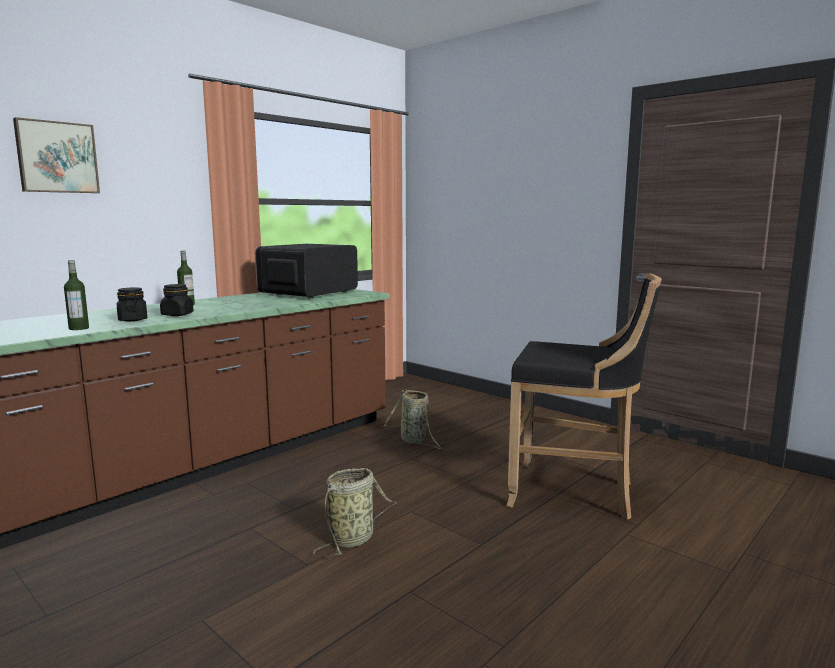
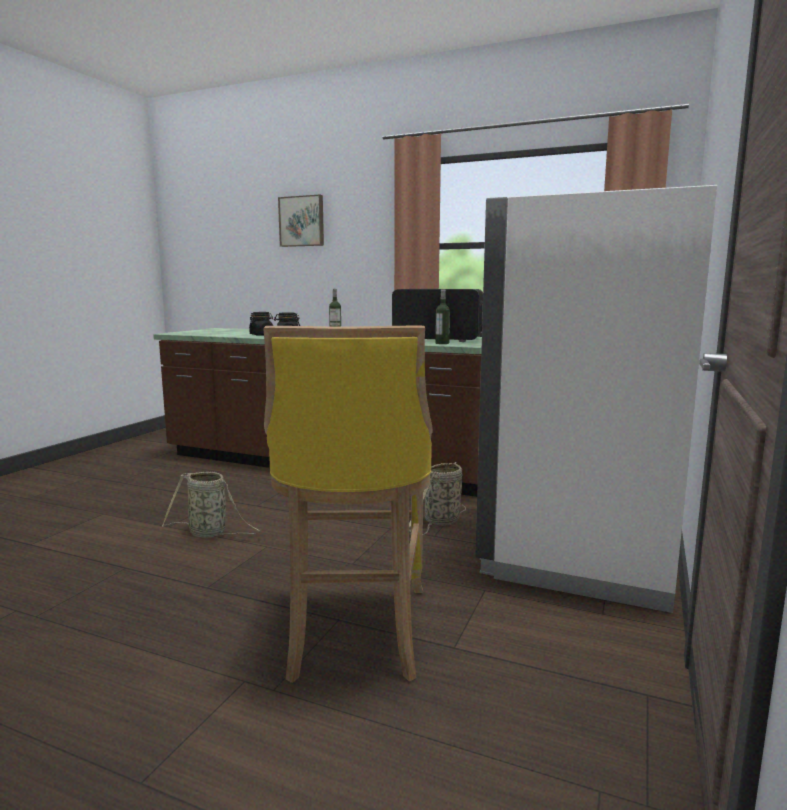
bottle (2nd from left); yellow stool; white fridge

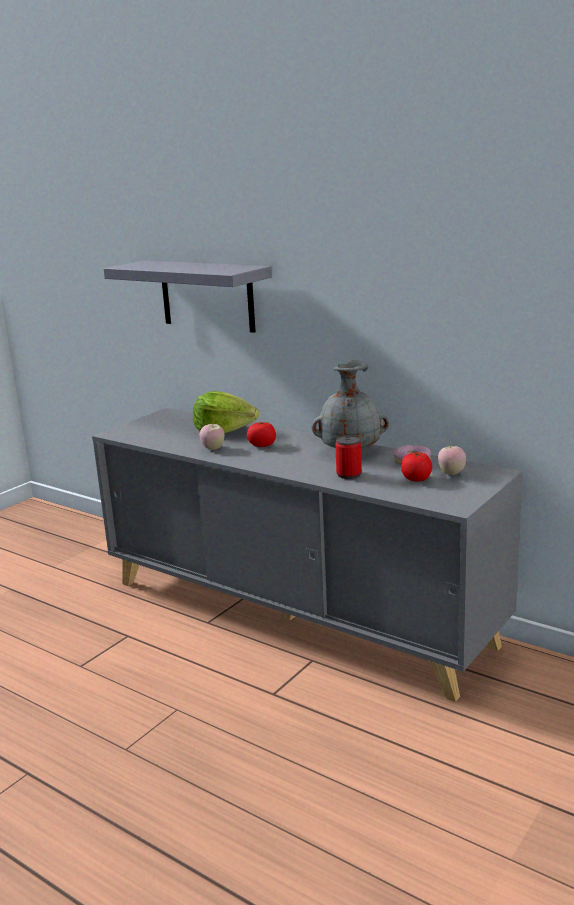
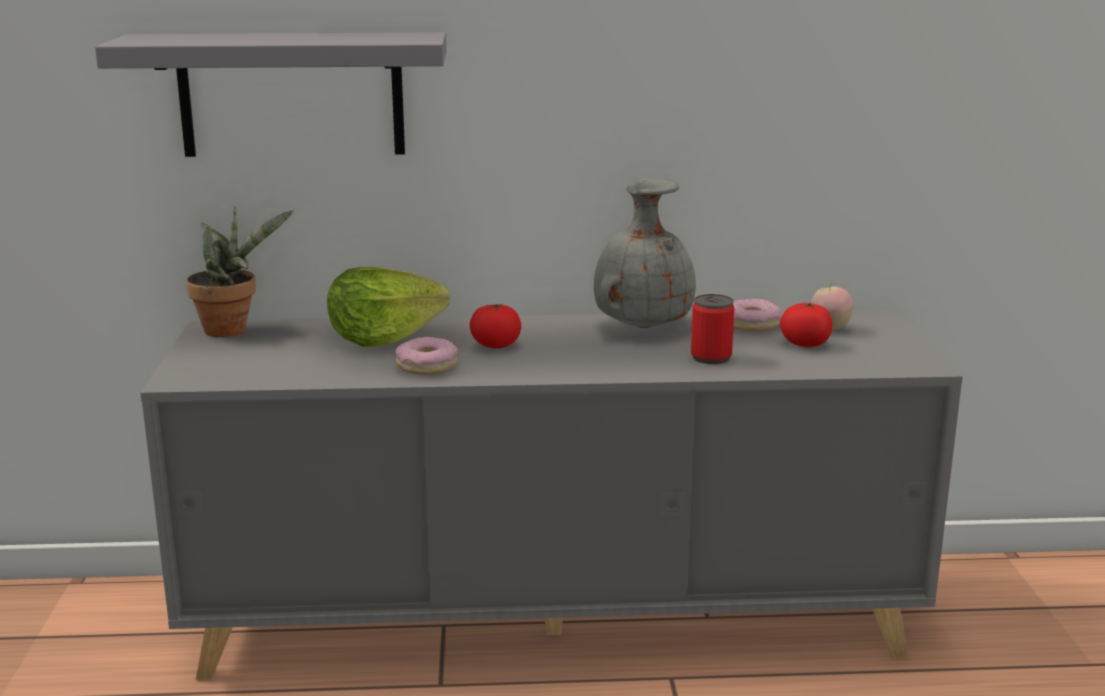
donut (1st from left); potted plant

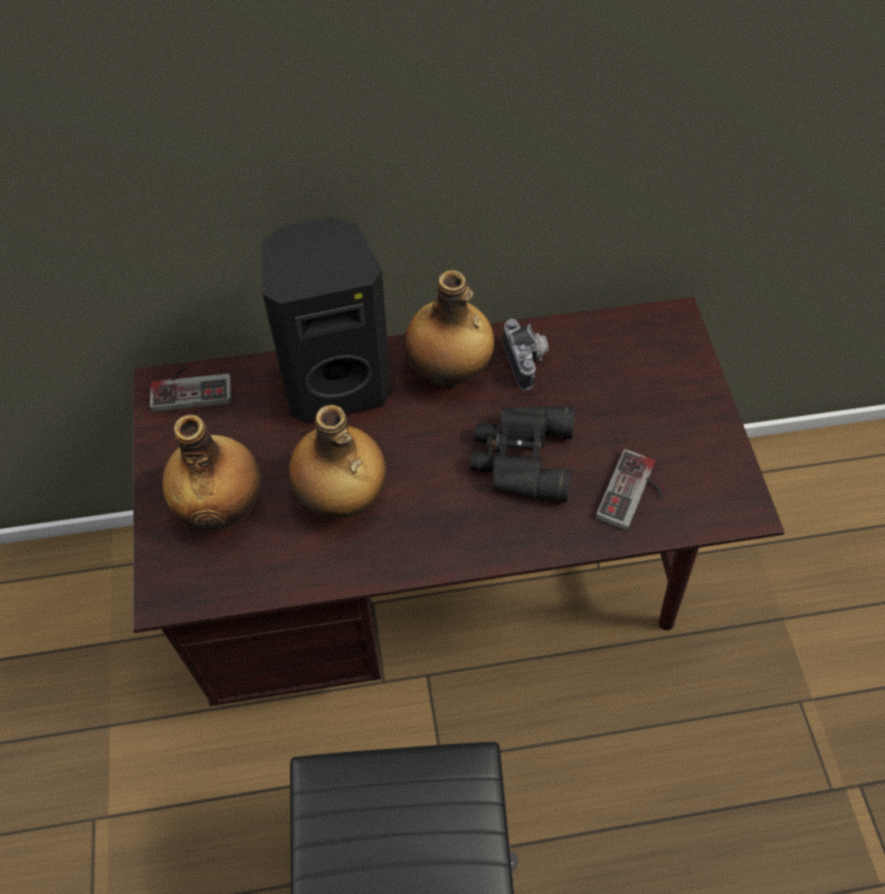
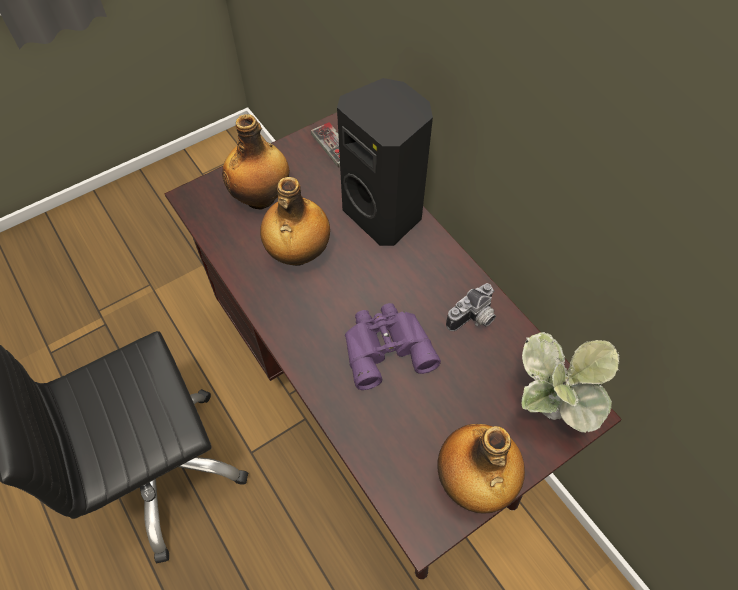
bottle (3rd from left); purple binoculars; game controller (2nd from left in the first image); potted plant

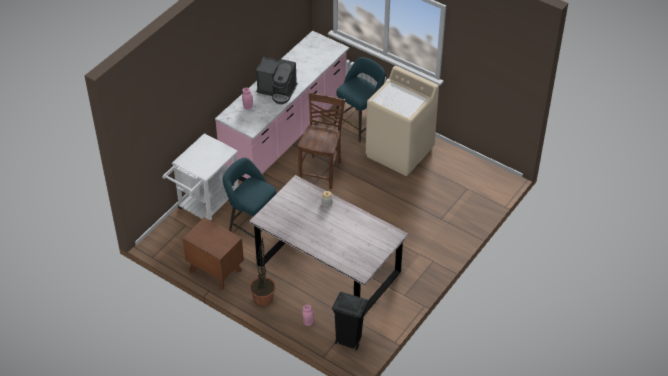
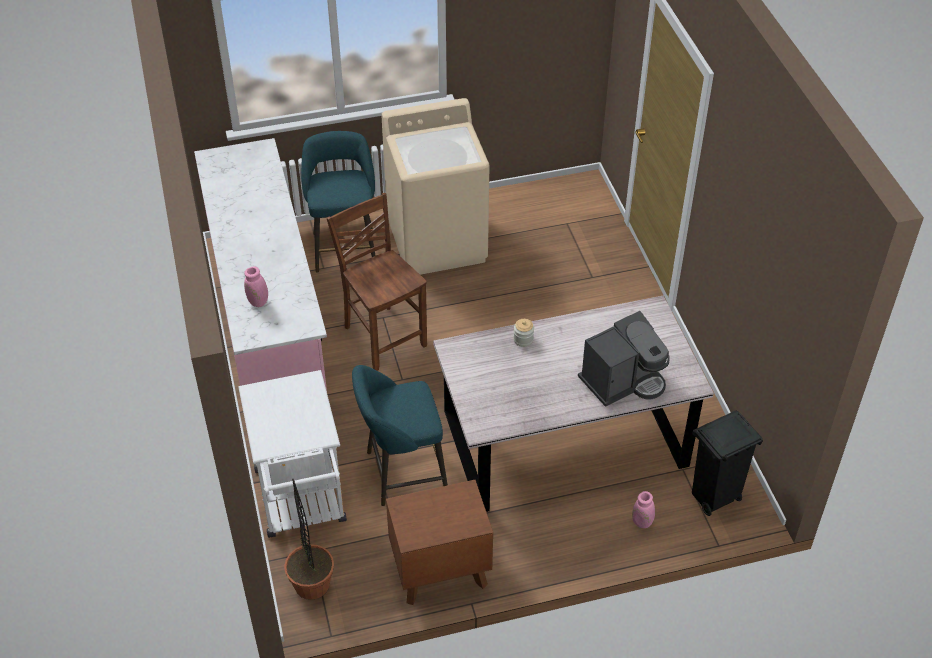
potted plant; coffee machine

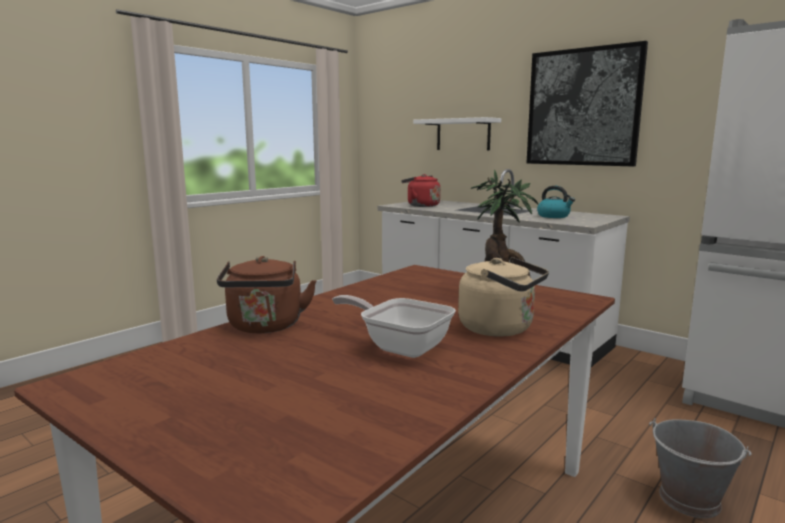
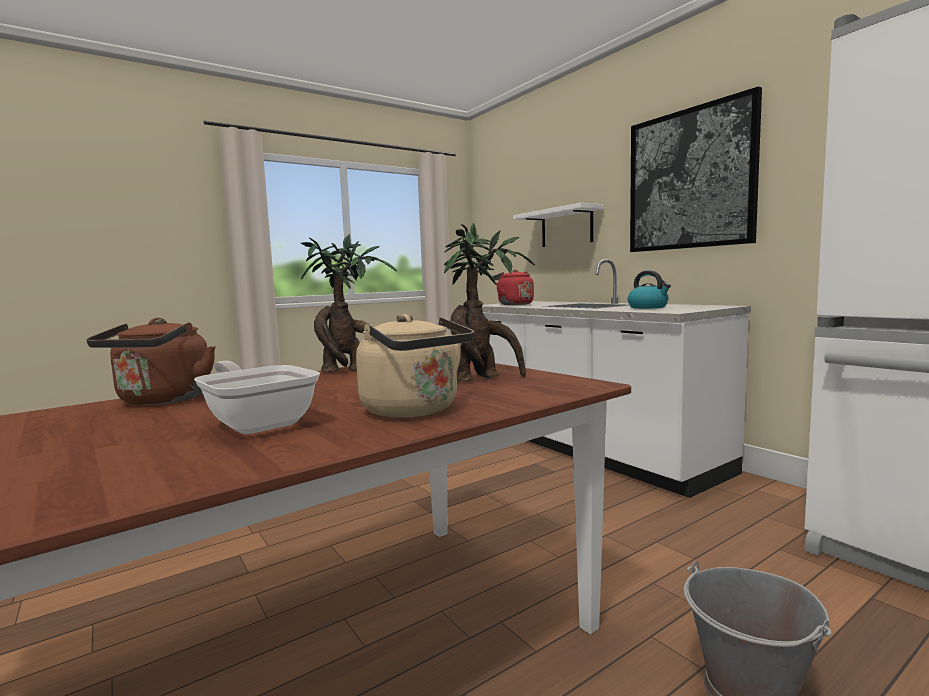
potted plant (1st from left)

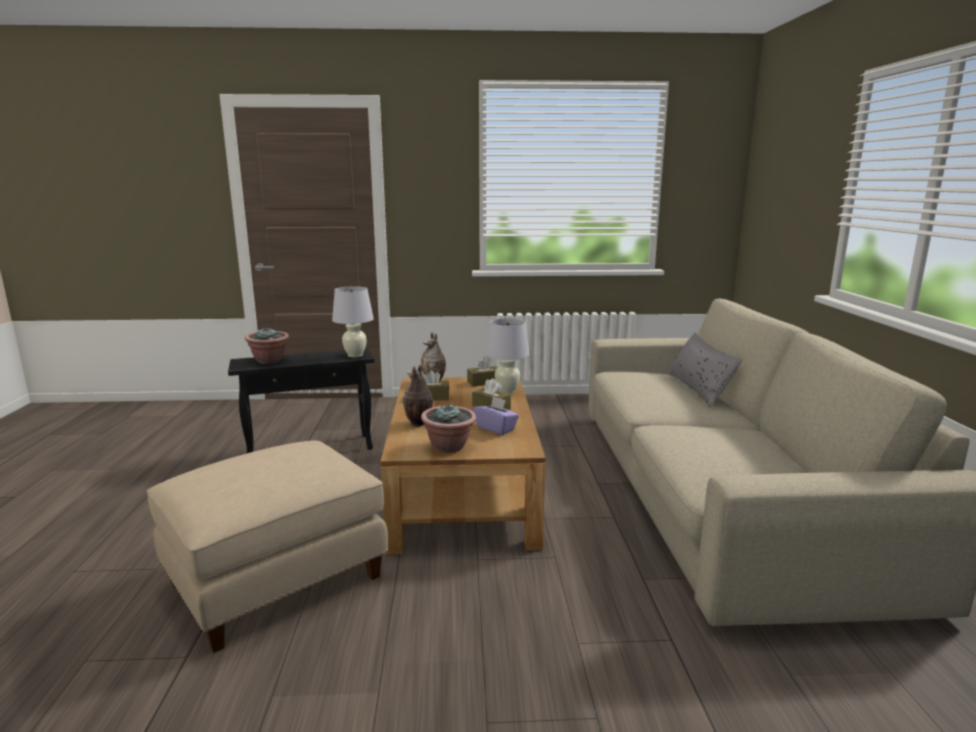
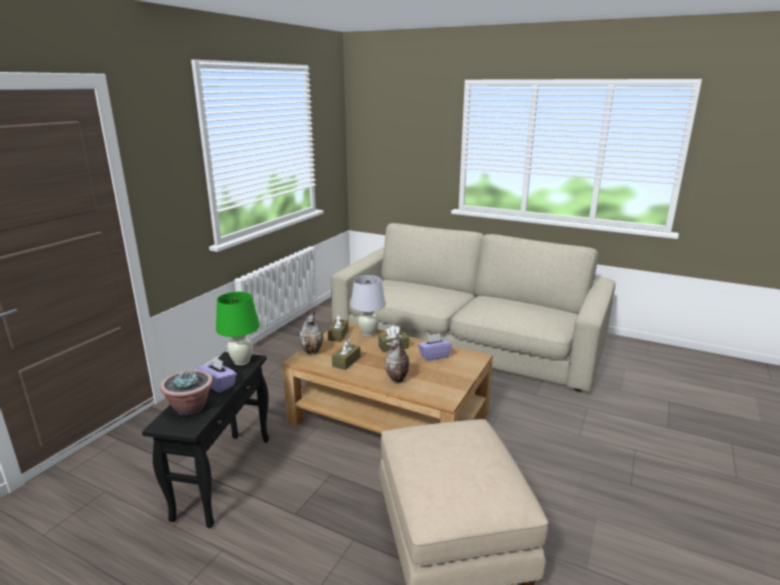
green table lamp; potted plant (2nd from left in the first image); grey pillow; purple tissue box (1st from left)

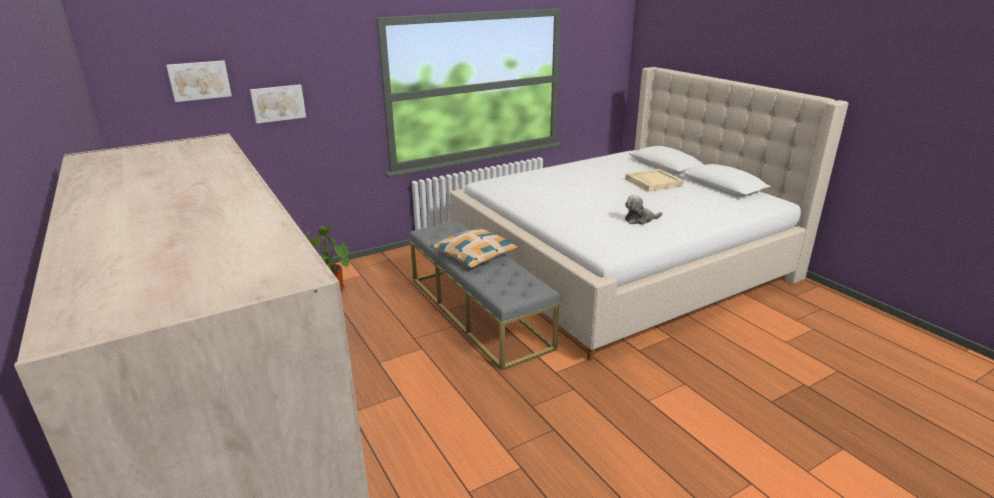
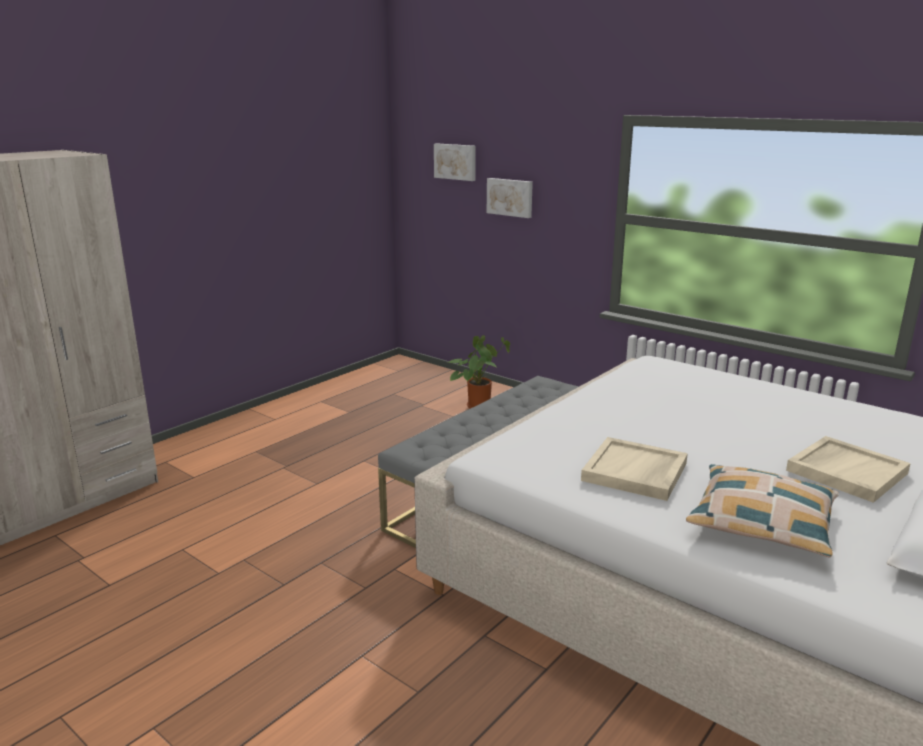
pillow; beige tray (1st from left)

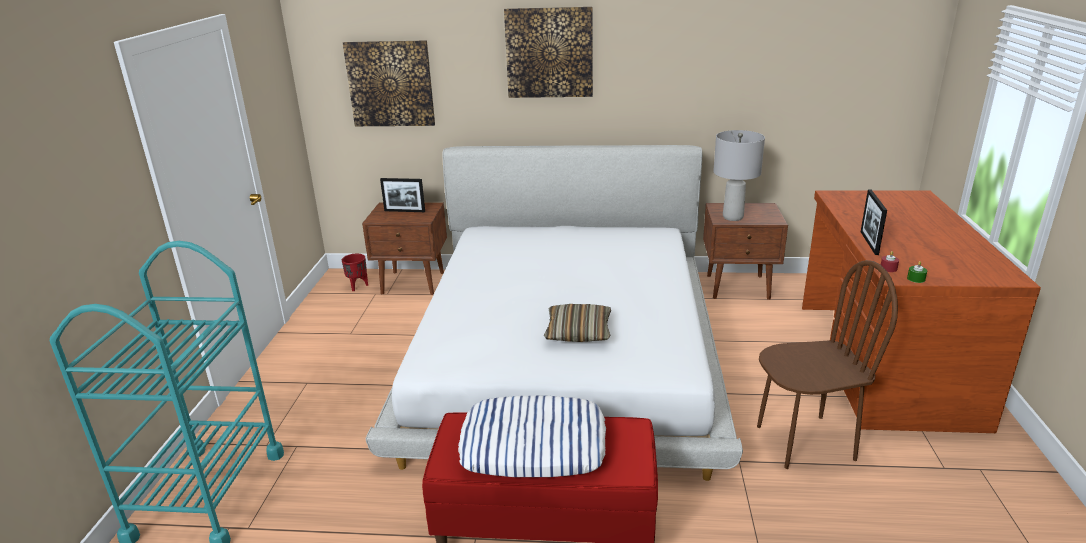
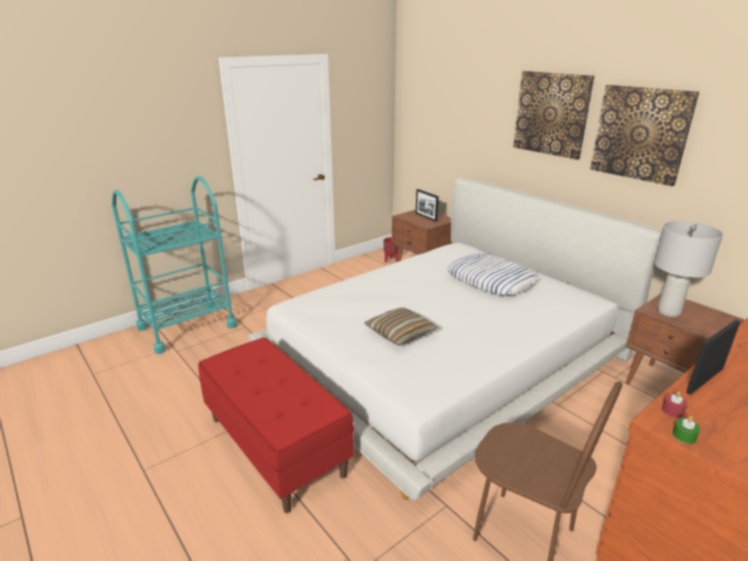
picture (2nd from left); pillow (2nd from left)

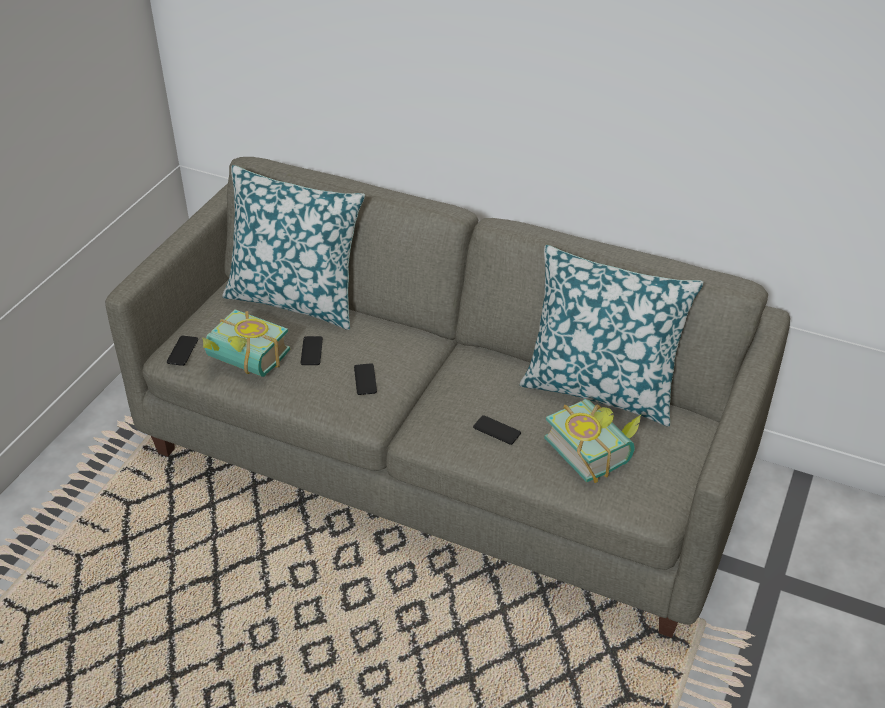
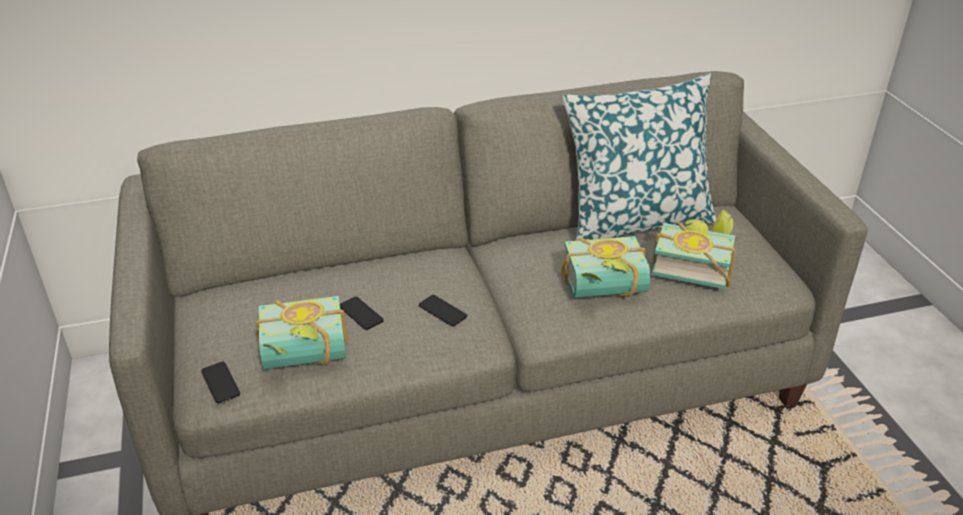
pillow (1st from left in the first image); book (2nd from left)

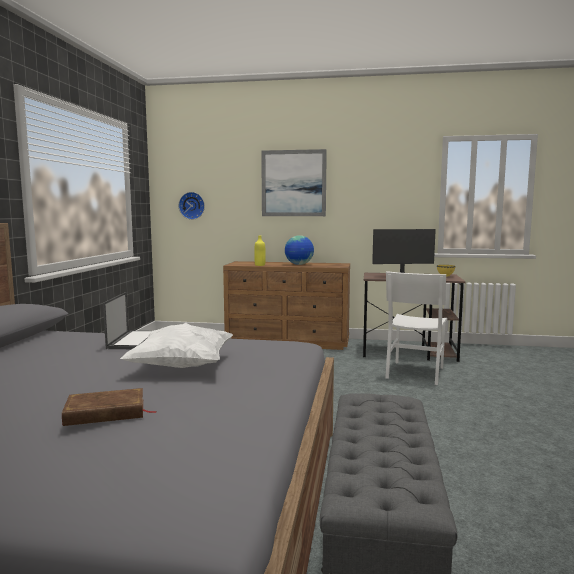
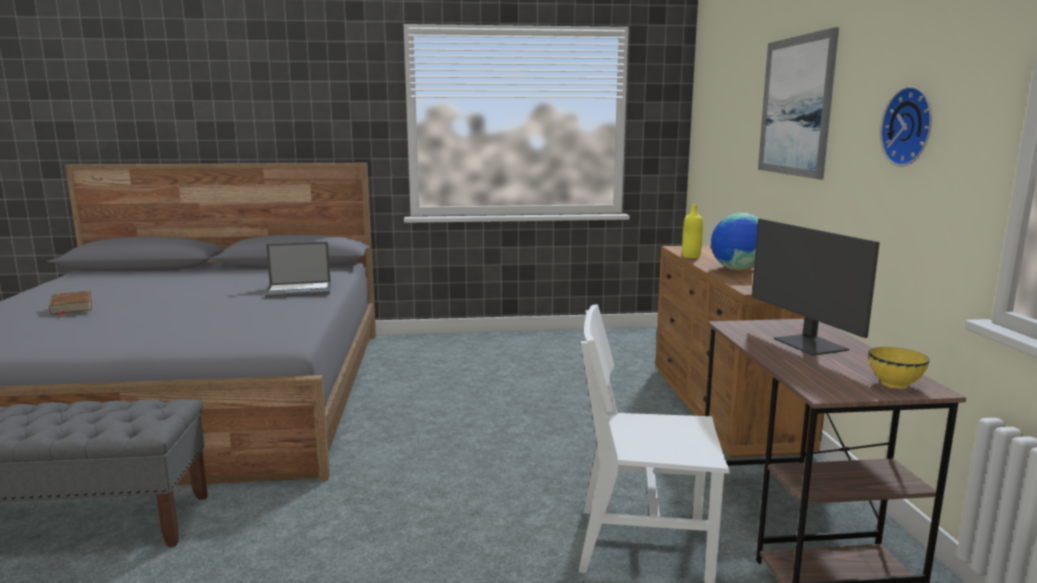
white pillow; wall clock

